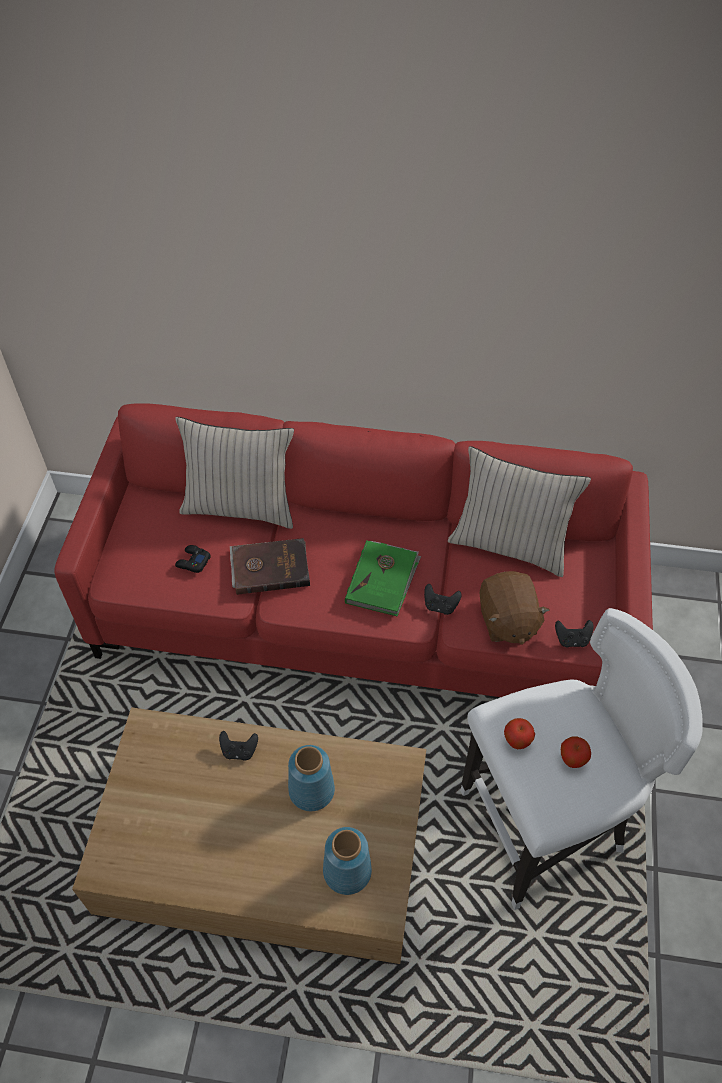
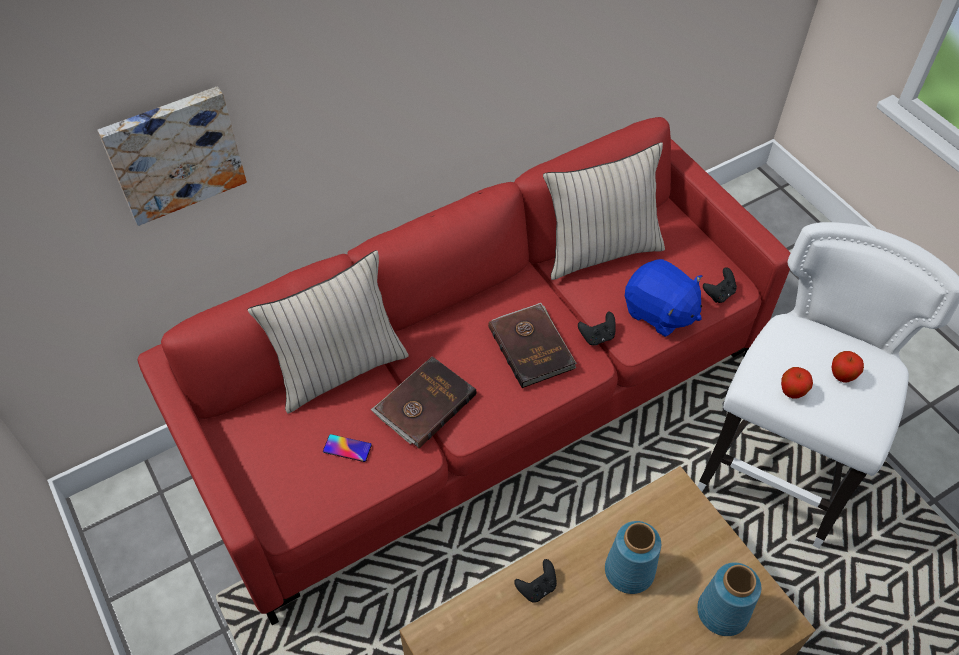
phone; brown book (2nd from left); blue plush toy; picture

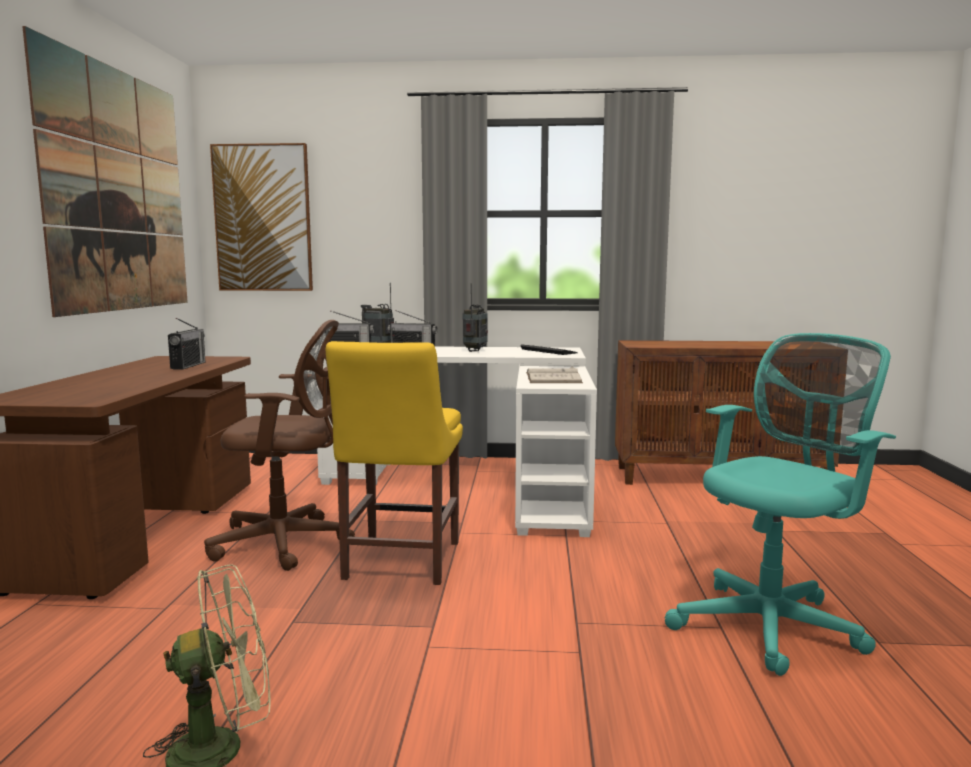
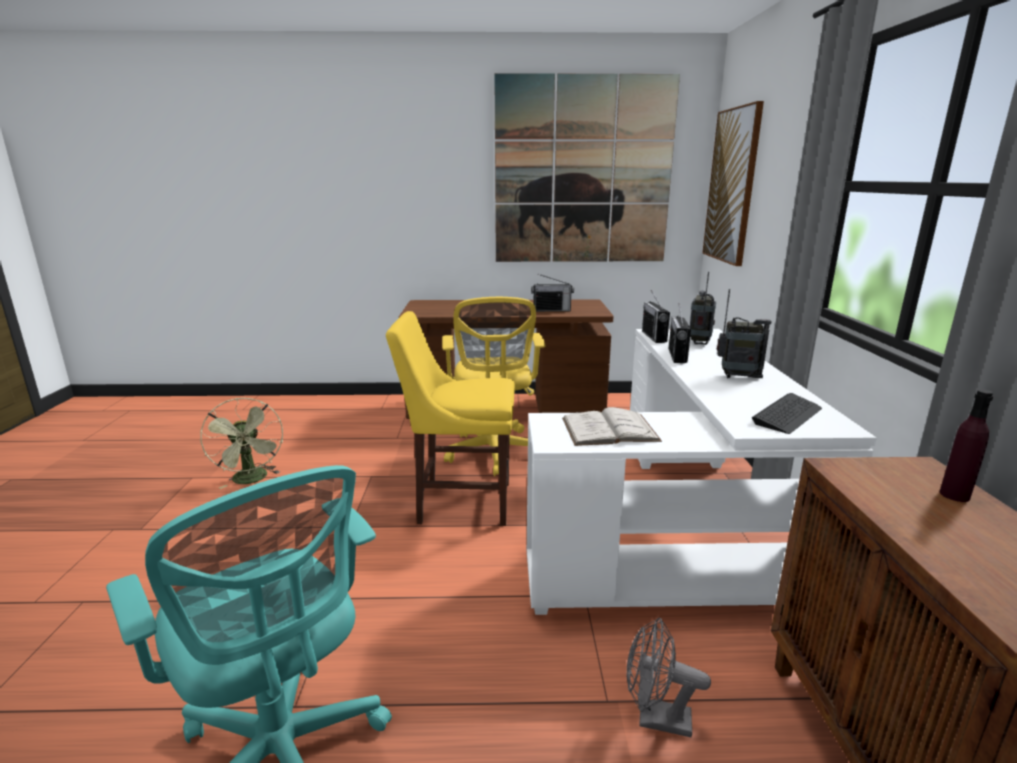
yellow office chair; grey fan; purple bottle

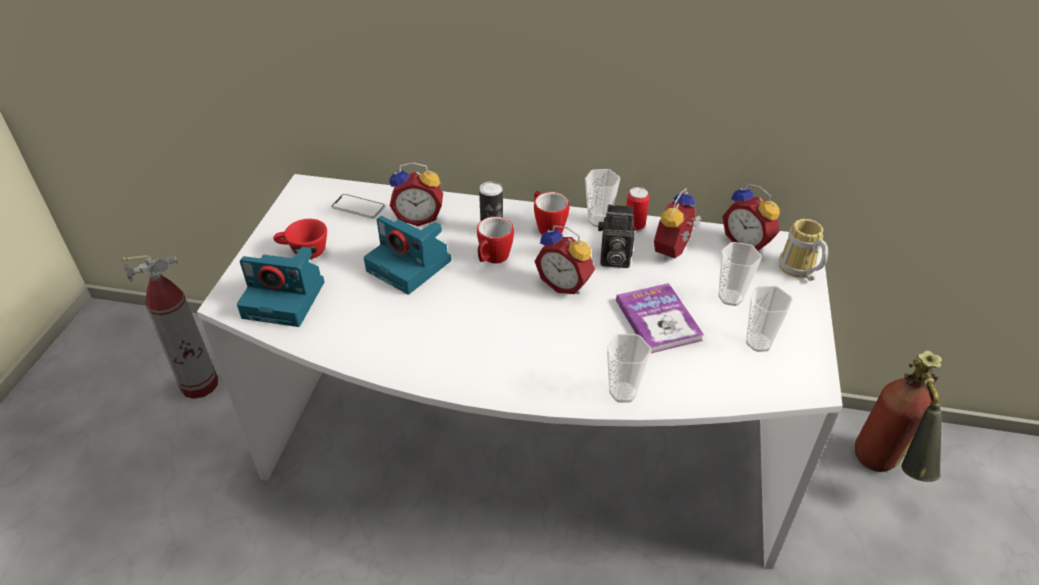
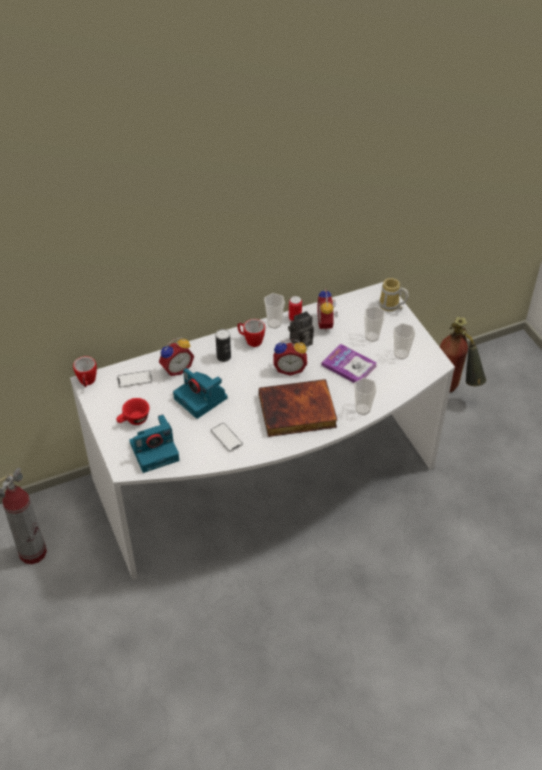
photo camera (2nd from left); mug (1st from left); alarm clock (4th from left in the first image); phone (2nd from left); book (1st from left)

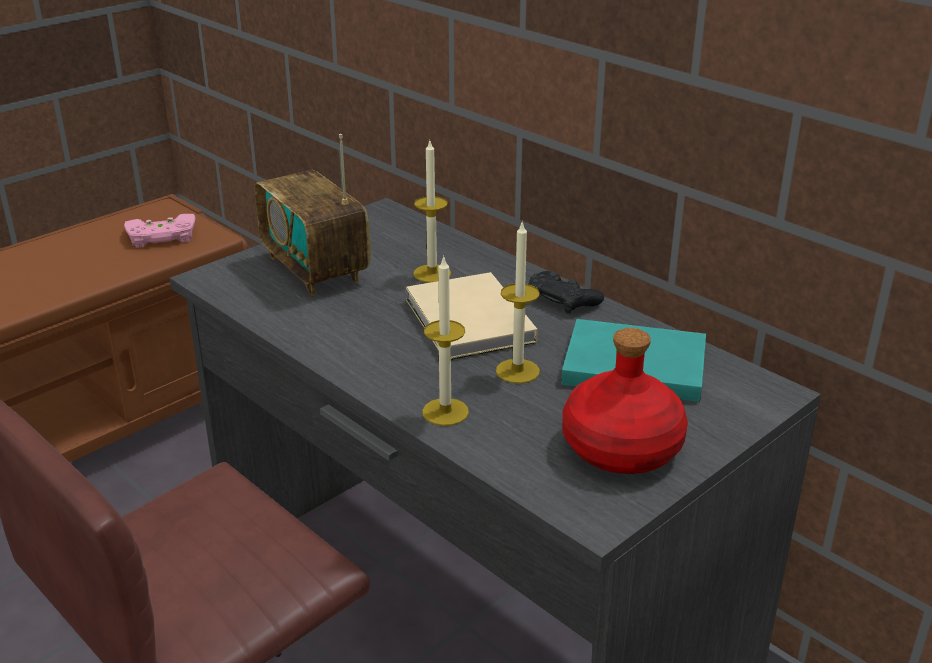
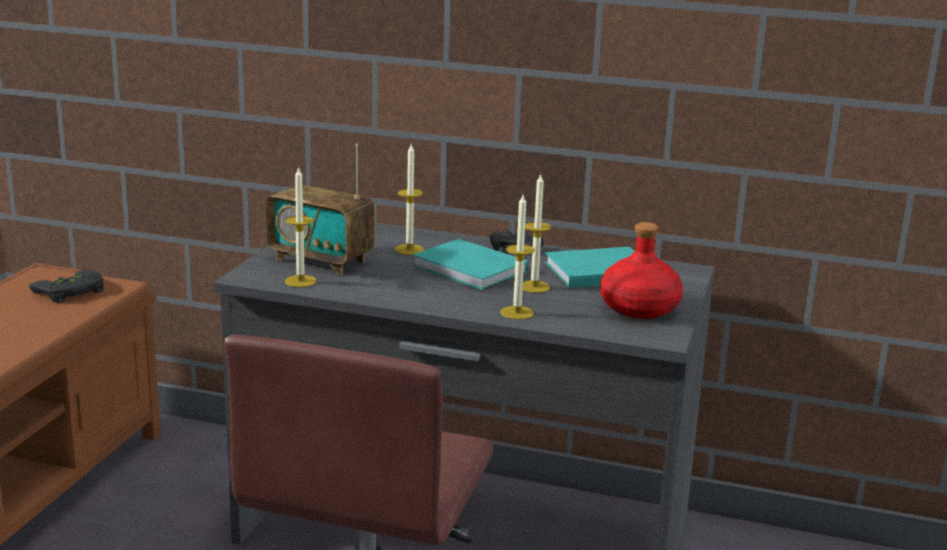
black game controller (1st from left); turquoise book (1st from left); candle (1st from left)

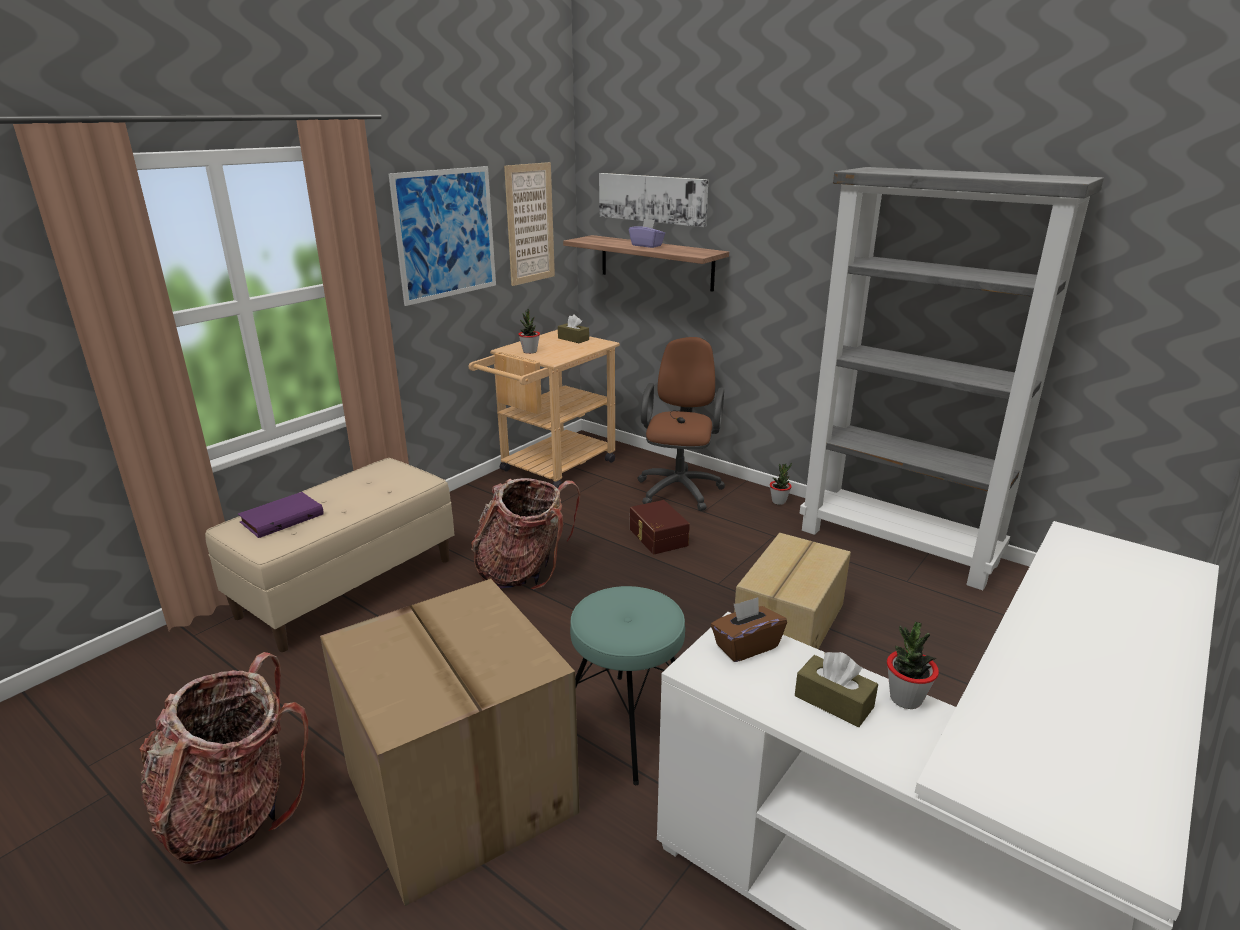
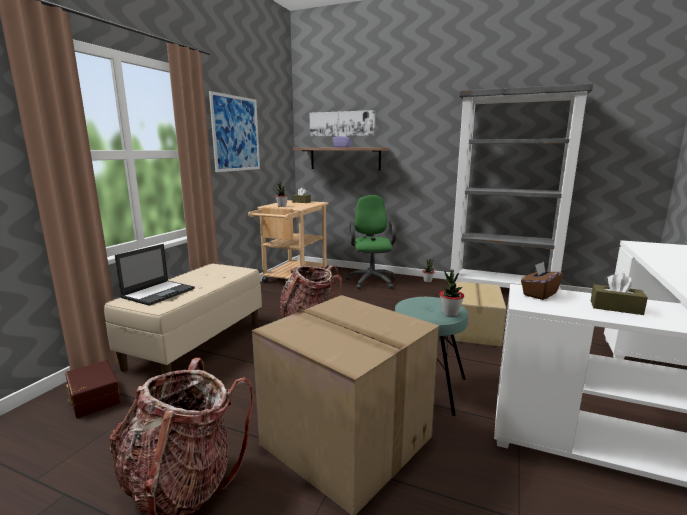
laptop; picture (2nd from left in the first image); brown storage box; green office chair; potted plant (3rd from left)

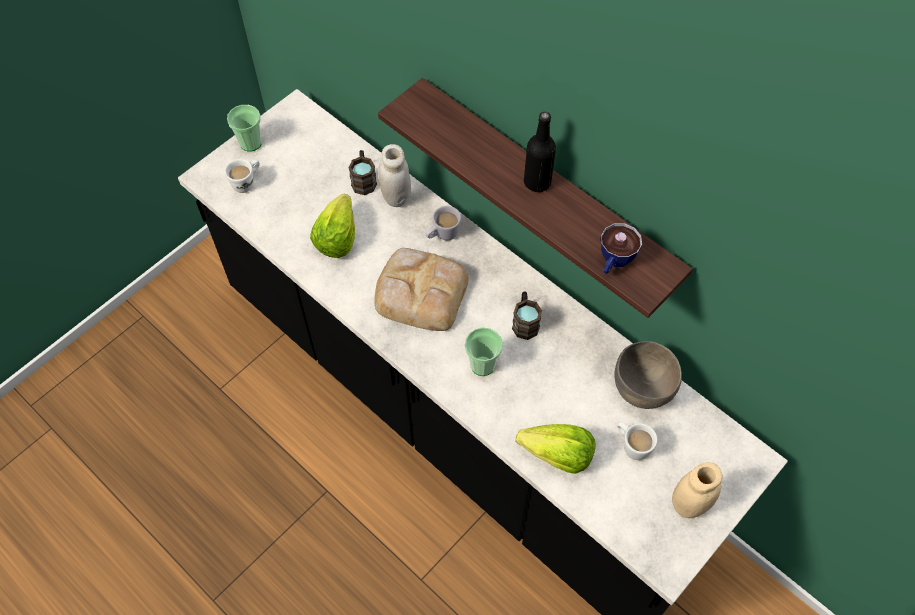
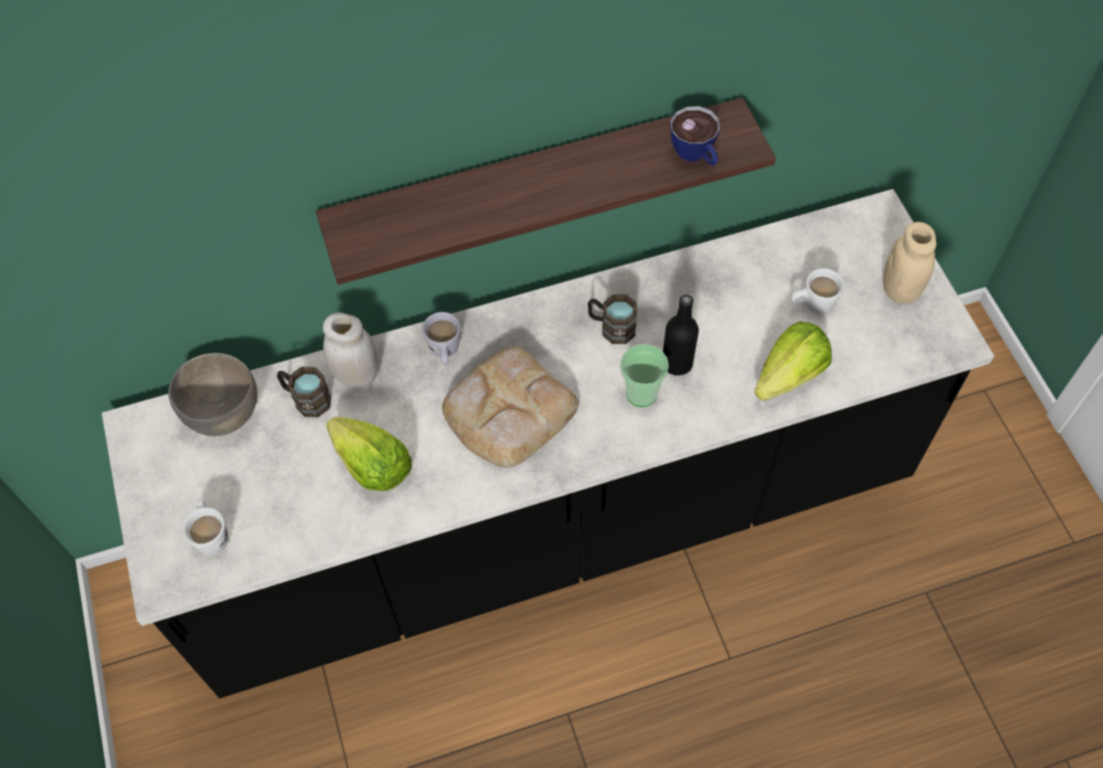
cup (1st from left in the first image); black bottle; grey bowl

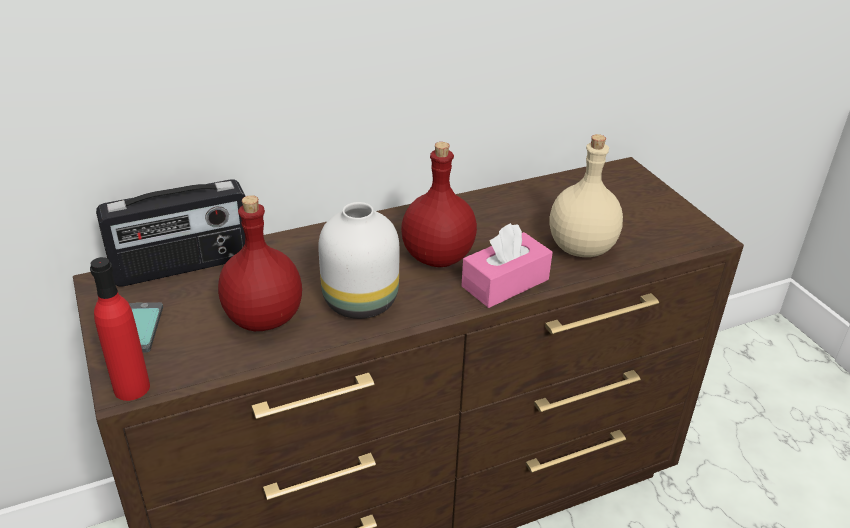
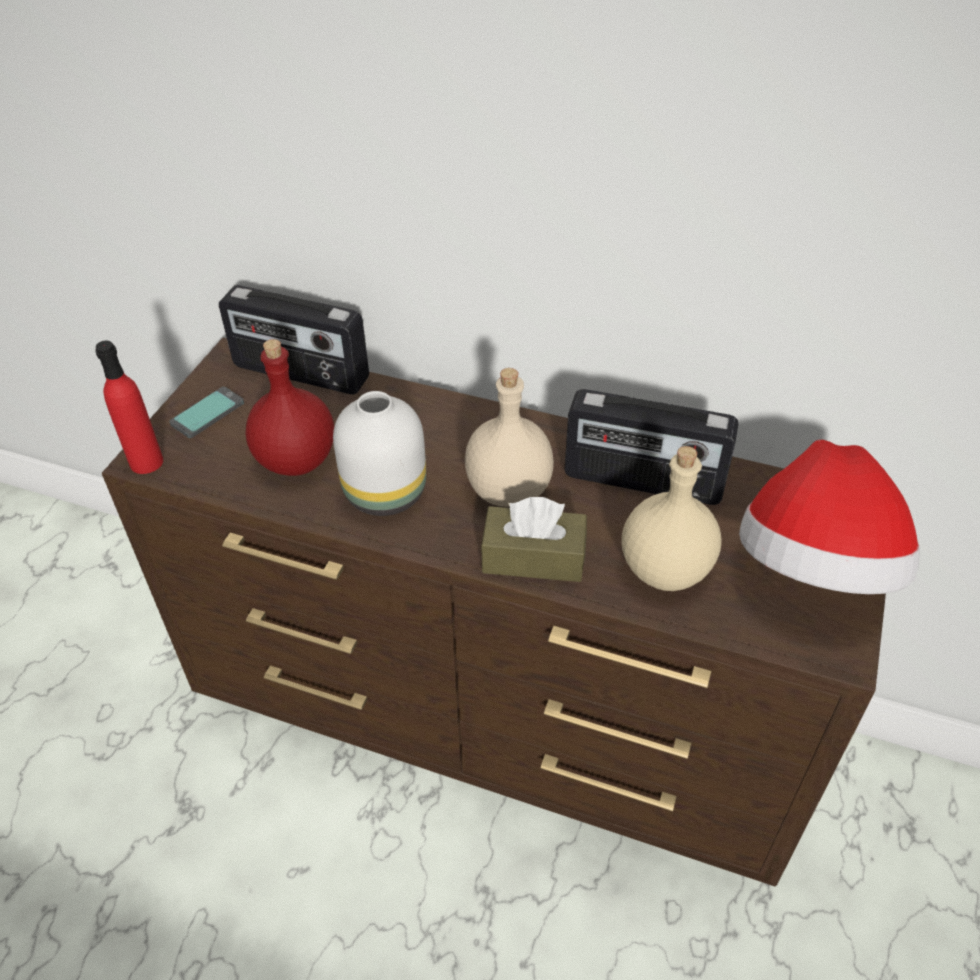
beige bottle (1st from left); brown tissue box; radio (2nd from left); hat

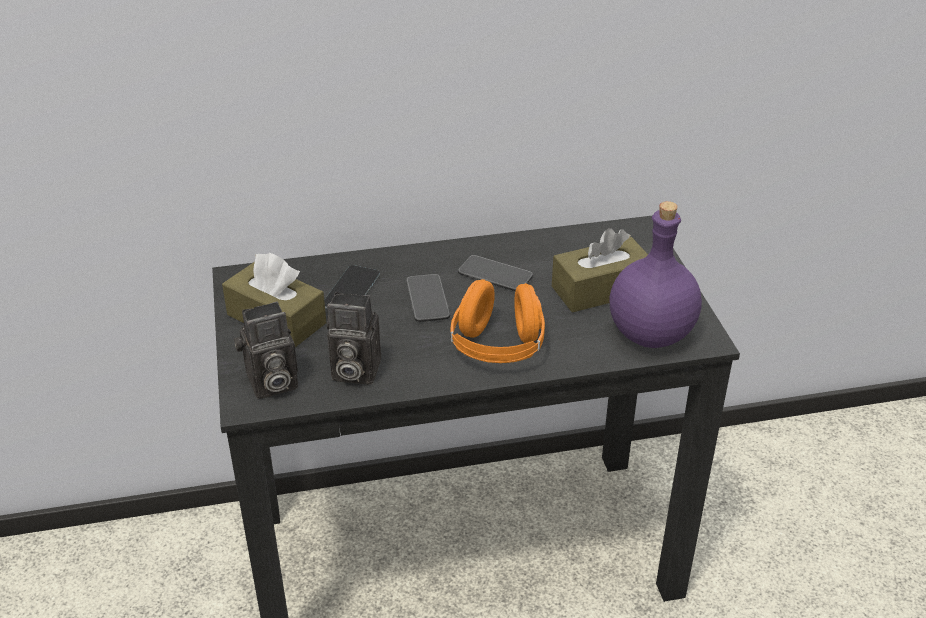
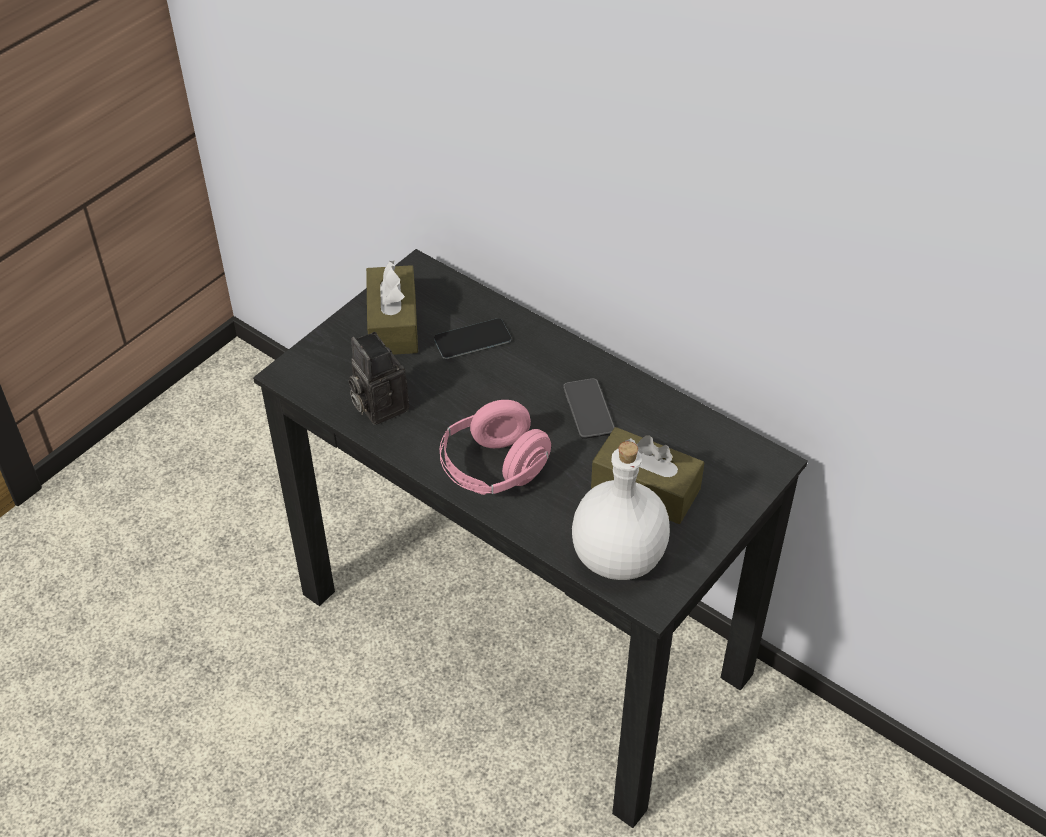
photo camera (1st from left in the first image); phone (2nd from left in the first image); pink headphones; white bottle

